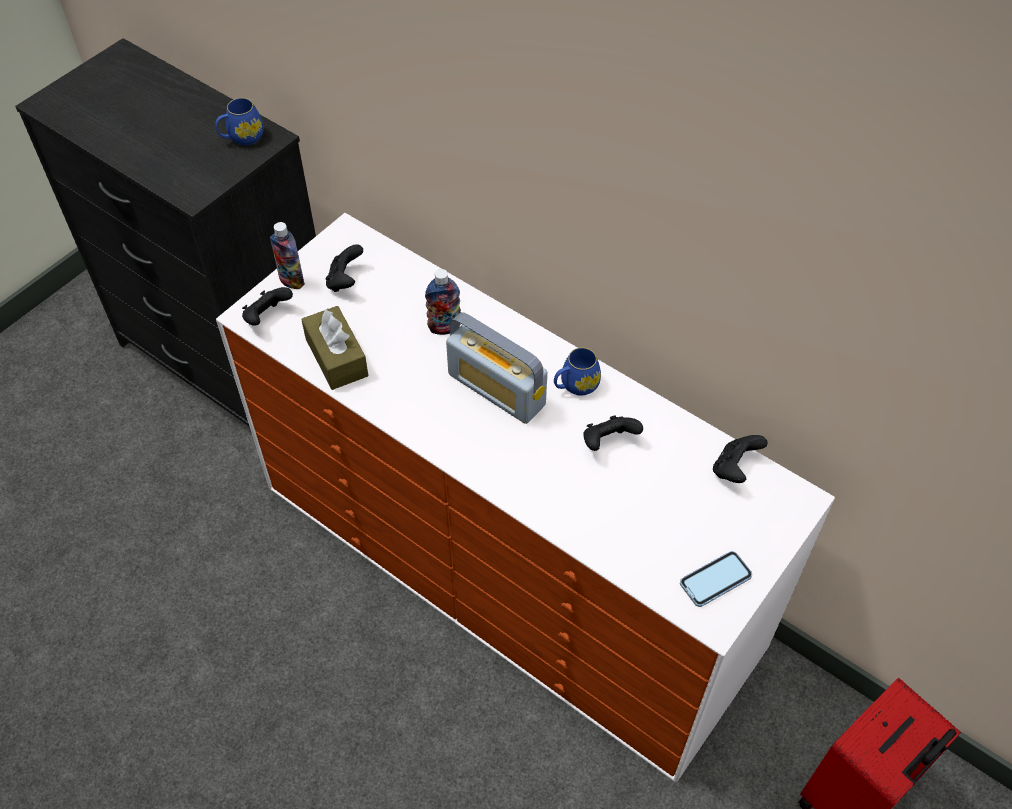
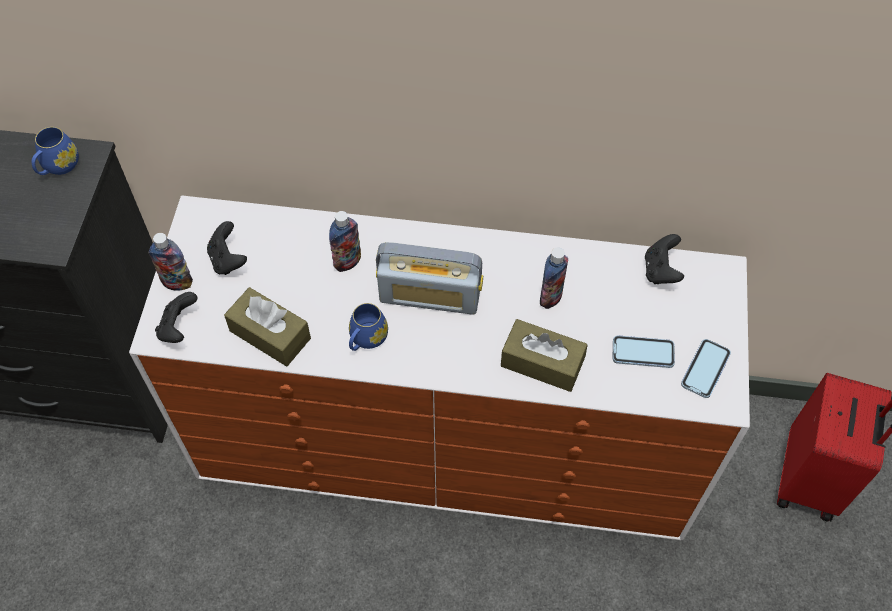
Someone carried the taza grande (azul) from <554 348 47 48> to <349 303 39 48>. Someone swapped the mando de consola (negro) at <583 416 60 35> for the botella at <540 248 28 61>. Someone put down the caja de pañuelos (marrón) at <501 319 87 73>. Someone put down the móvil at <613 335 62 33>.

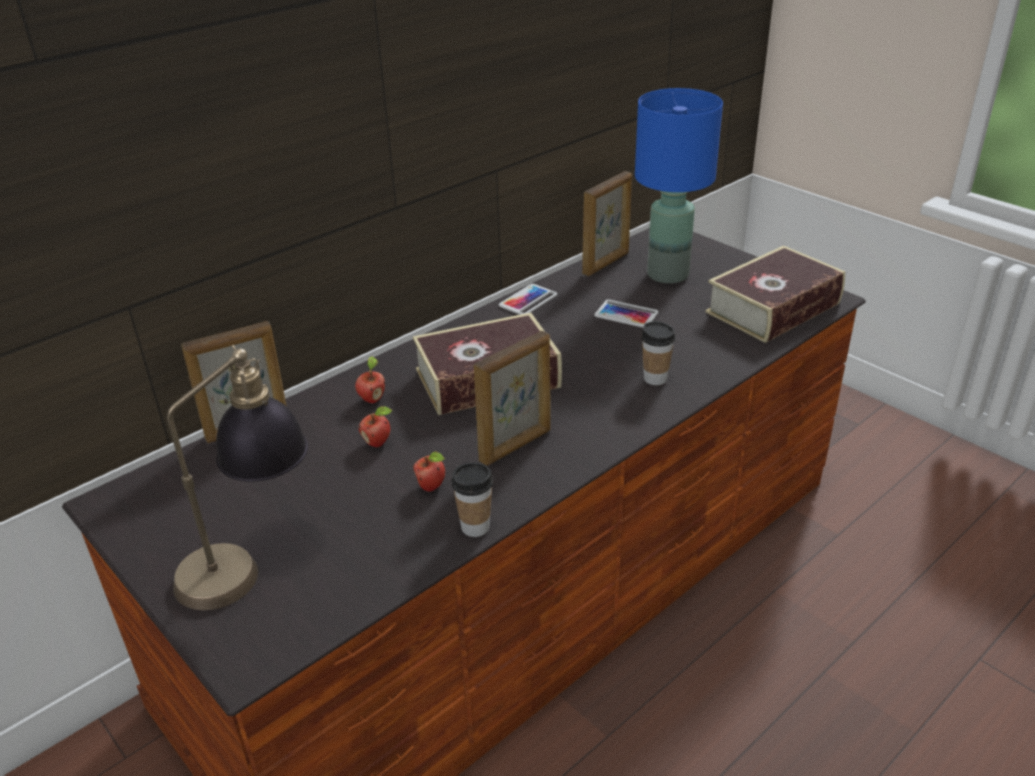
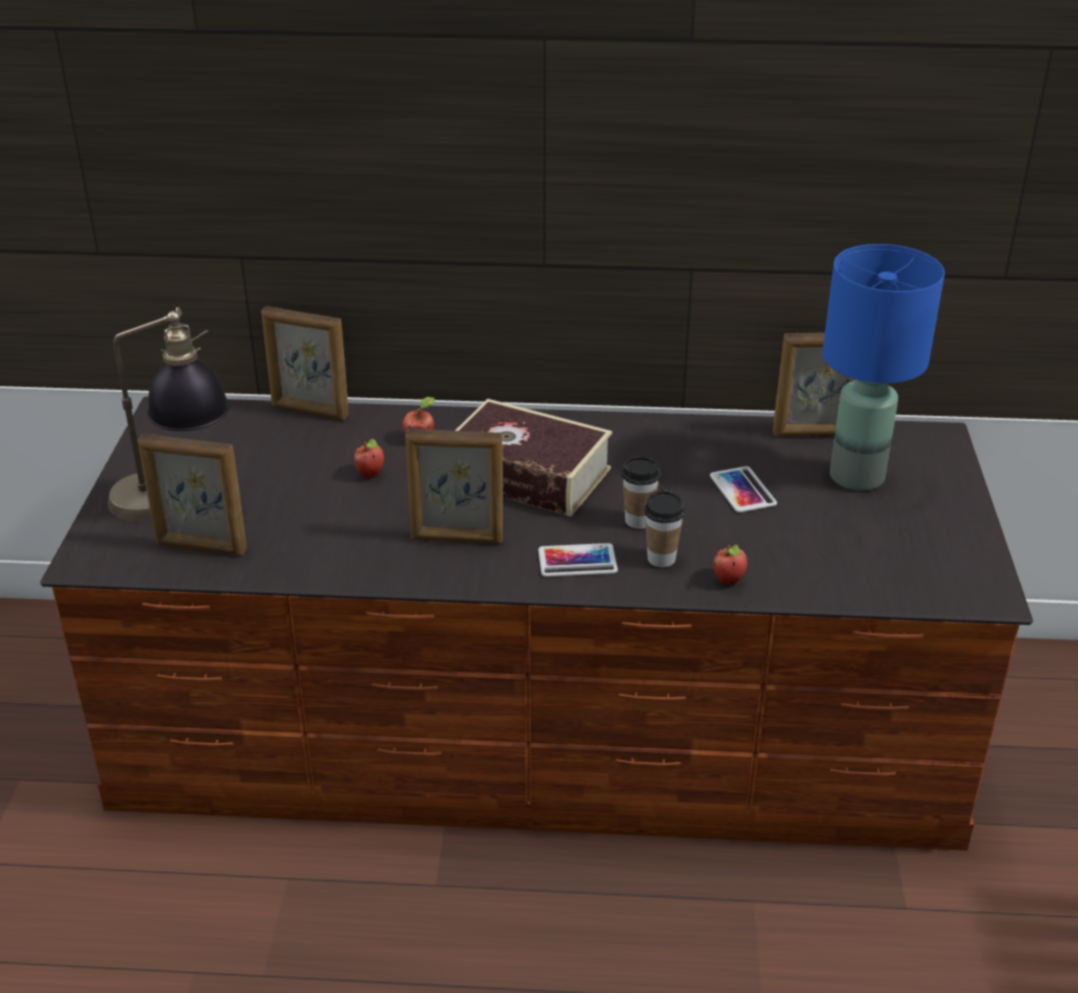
Someone carried the manzana from <413 451 32 41> to <714 545 34 39>. Someone carried the taza from <451 462 42 75> to <622 456 39 73>. Someone carried the móvil from <499 284 58 31> to <538 543 80 34>. Someone took away the libro at <705 245 140 98>. Someone put down the portarretratos at <138 433 109 122>.

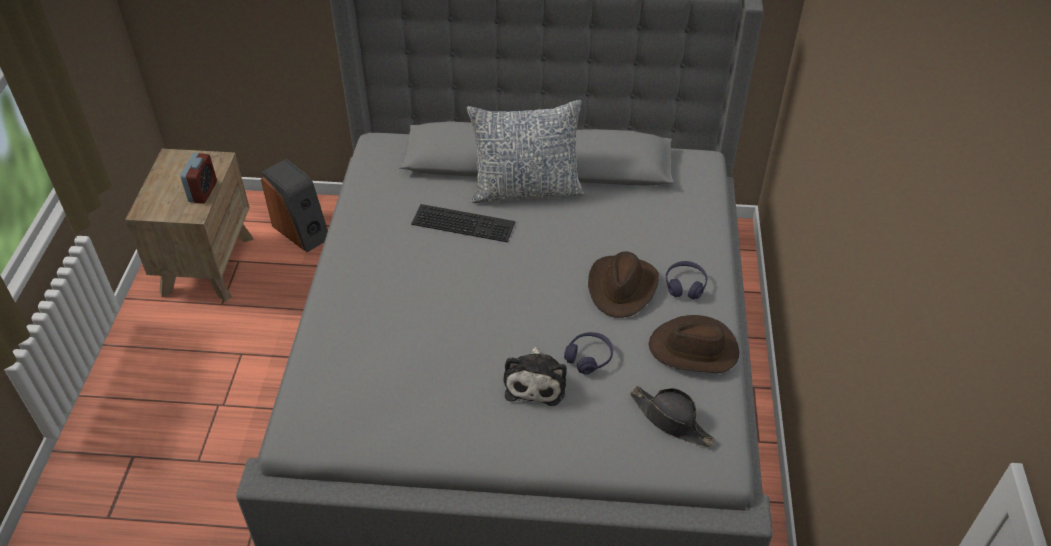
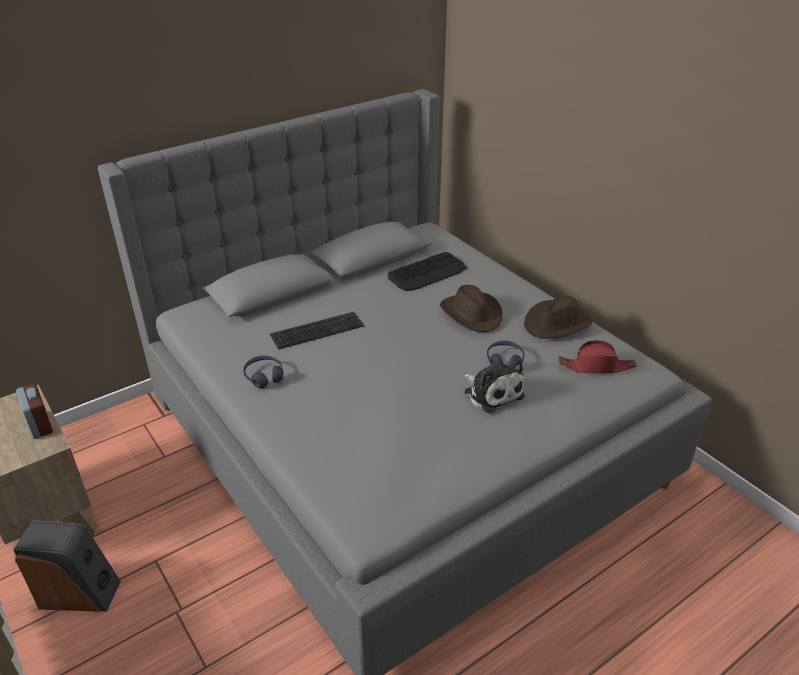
Someone carried the altavoz from <261 159 67 93> to <14 520 107 92>. Someone took away the cojín at <466 99 118 104>. Someone repainted the sombrero (negro) at <630 386 85 61>, which became the sombrero (rojo) at <558 340 78 33>. Someone carried the auriculares (morado) from <666 261 42 39> to <243 356 40 32>. Someone put down the teclado at <388 252 79 39>.

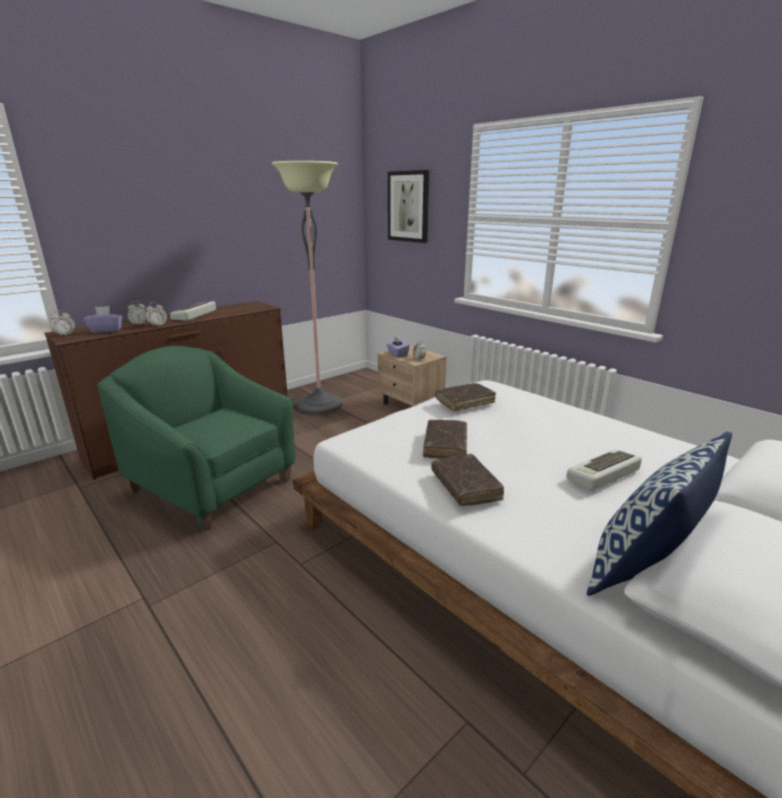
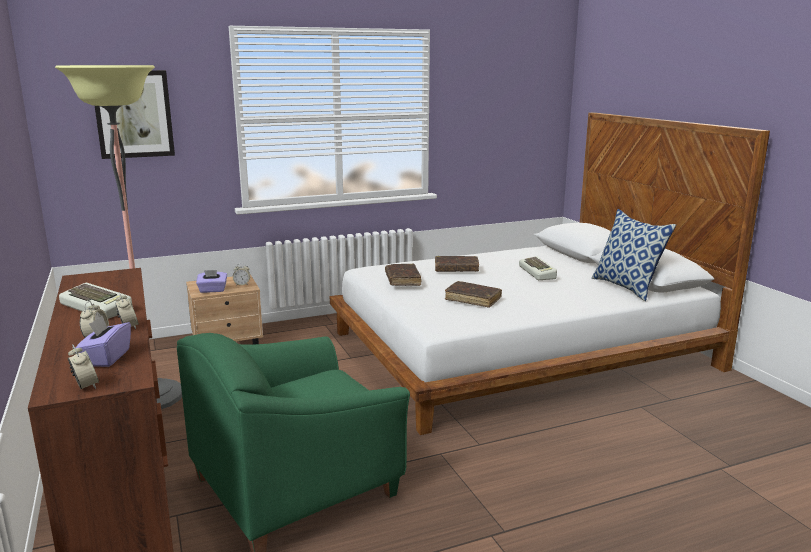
Someone carried the libro (marrón) from <431 454 73 52> to <435 256 44 16>.

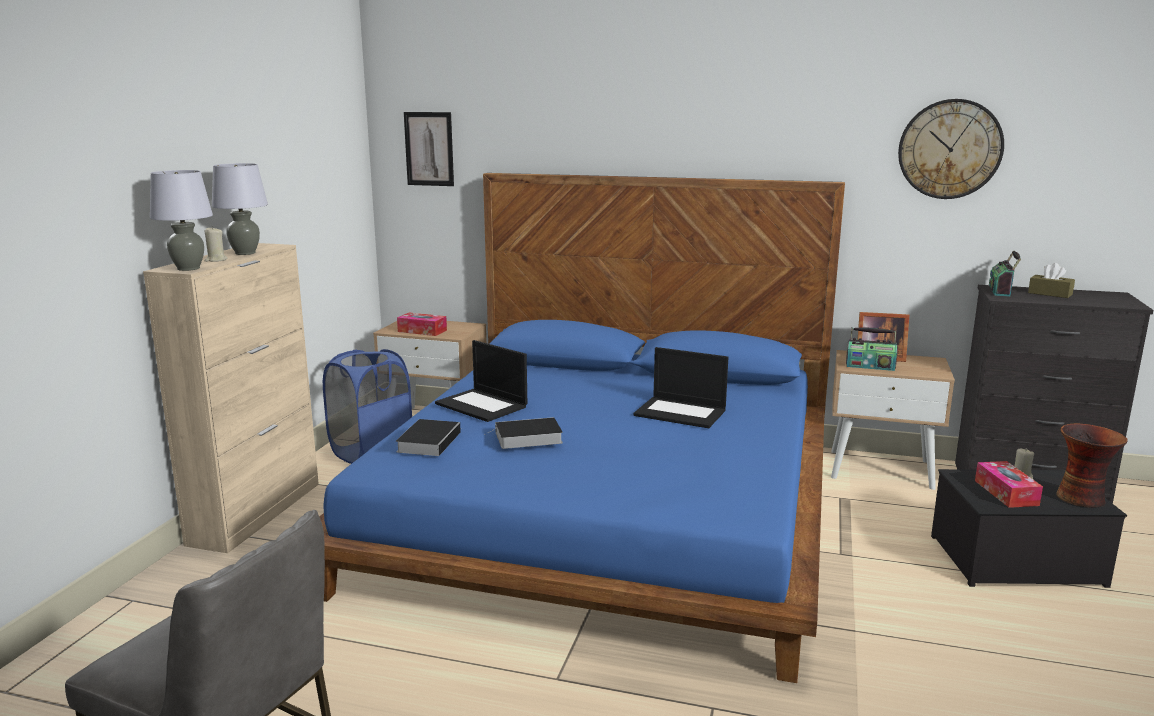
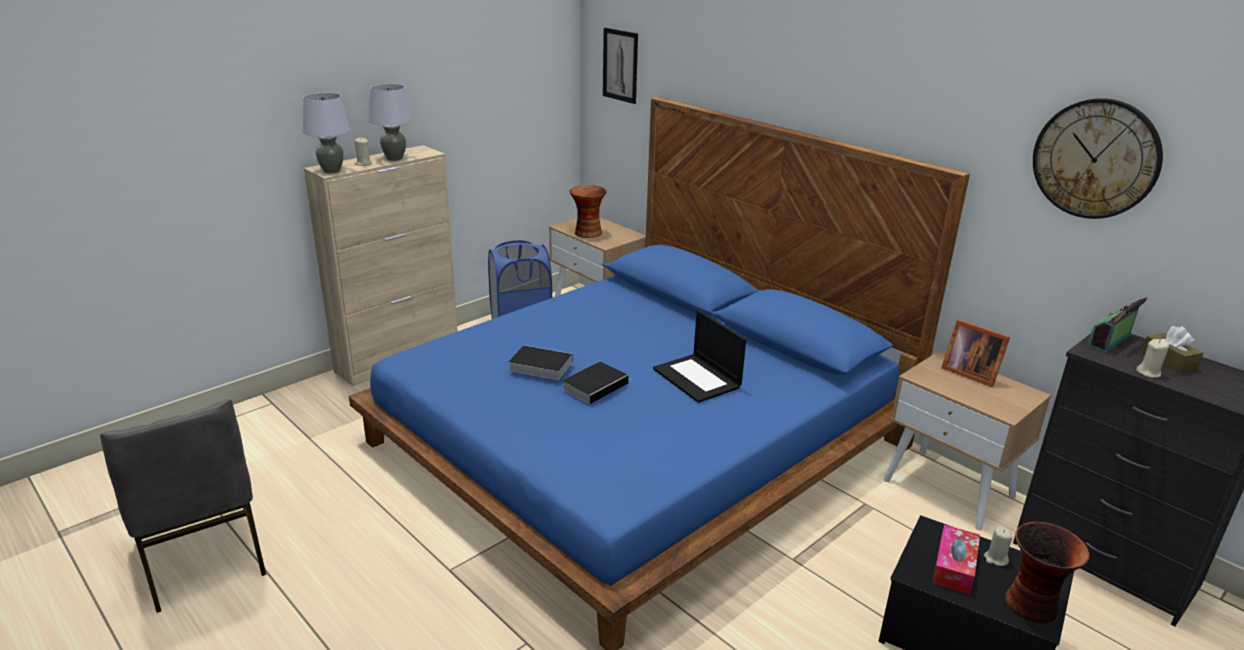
Someone carried the libro from <396 419 65 37> to <562 361 69 43>. Someone swapped the caja de pañuelos at <397 312 50 24> for the florero at <570 185 37 53>. Someone took away the portátil at <435 340 92 82>. Someone took away the radio at <846 327 52 44>. Someone put down the vela (beis) at <1136 339 33 39>.

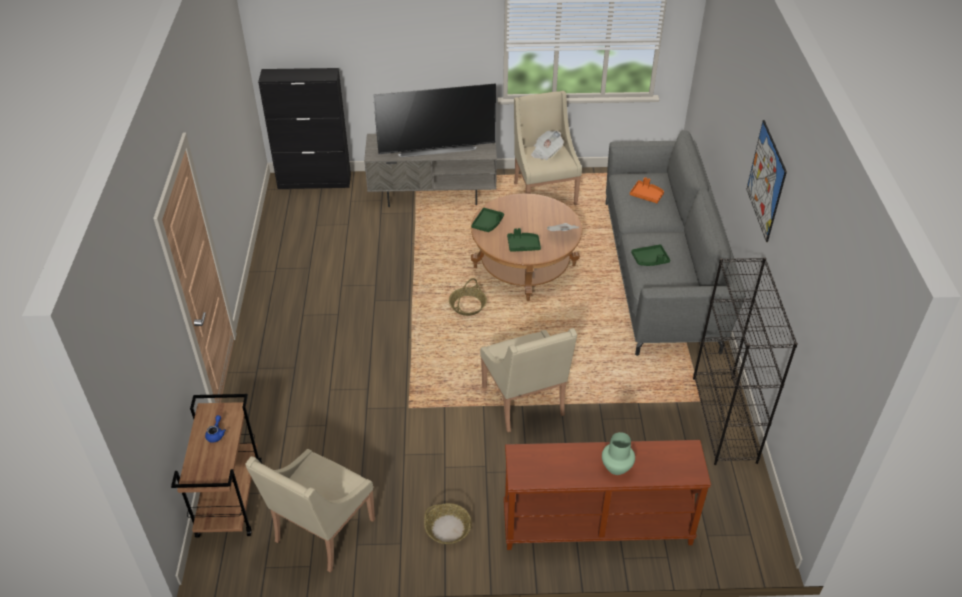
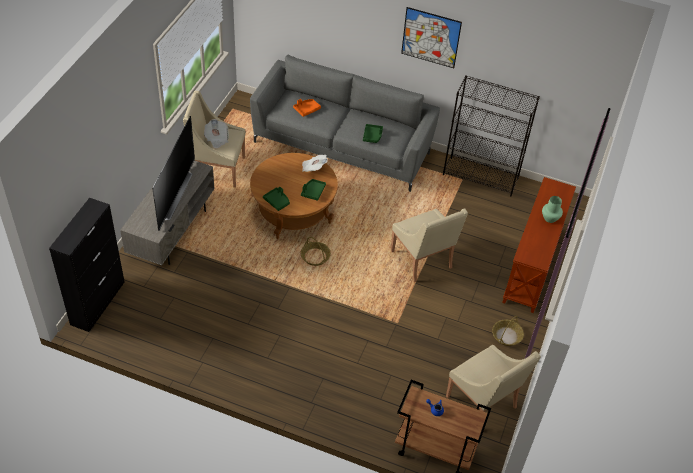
Someone rotated the sillón (beis) at <480 328 97 104> by 60 degrees clockwise.

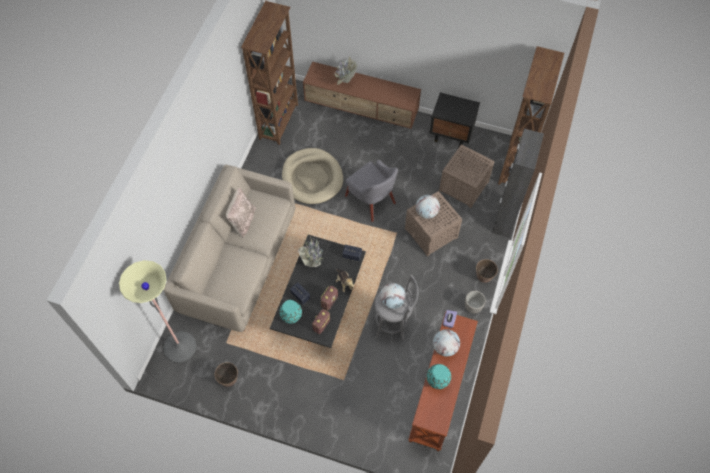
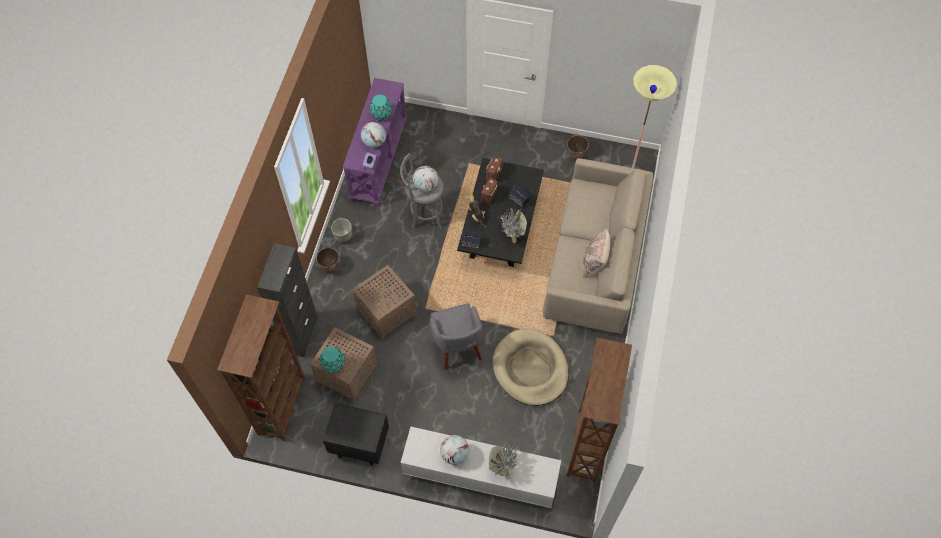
Someone carried the florero (turquesa) from <279 300 23 24> to <320 347 25 26>. Someone repainted the mueble de televisión (marrón) at <303 62 118 67>, which became the mueble de televisión (blanco) at <401 427 160 81>. Someone rotated the sillón (gris) at <345 160 53 62> by 150 degrees counterclockwise. Someone repainted the mesa consola (marrón) at <408 311 70 140>, which became the mesa consola (morado) at <343 78 64 129>. Someone carried the globo terráqueo from <416 195 24 24> to <440 435 29 30>.

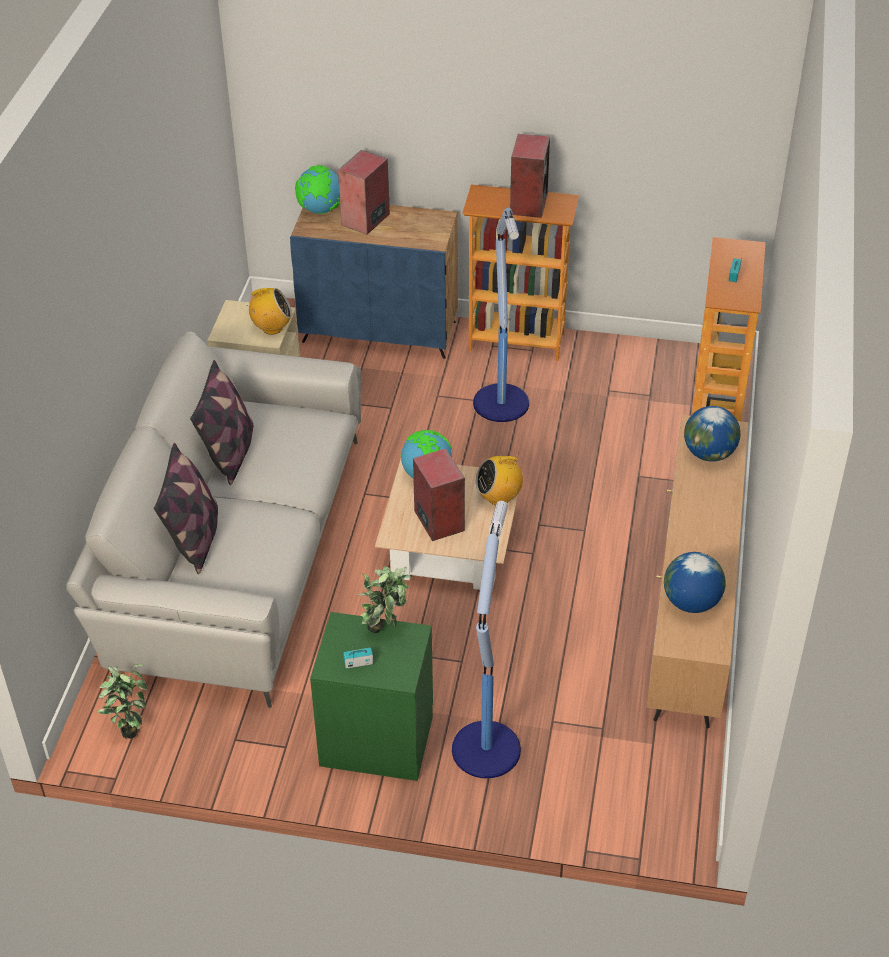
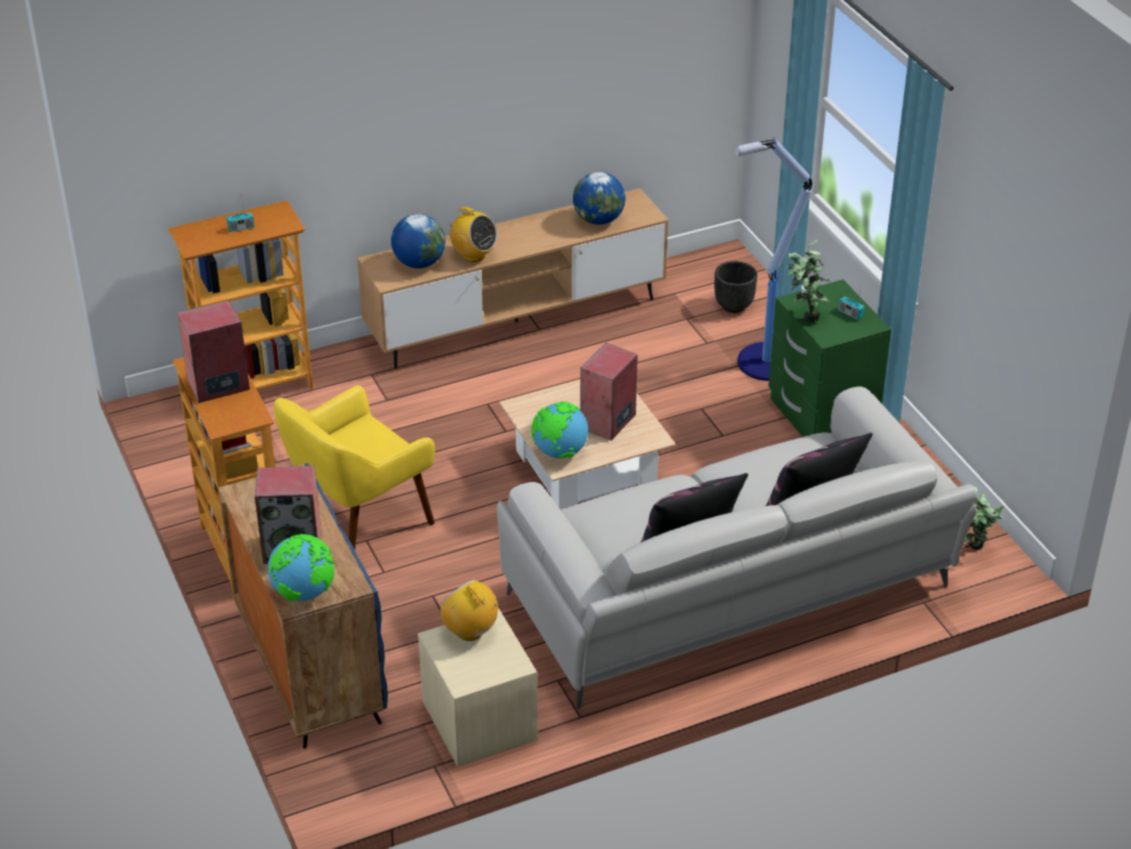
Someone swapped the lámpara de pie at <473 207 56 215> for the sillón (amarillo) at <274 385 161 165>. Someone carried the radio from <476 452 47 53> to <448 207 49 55>. Someone put down the maceta (negro) at <714 261 43 52>.

